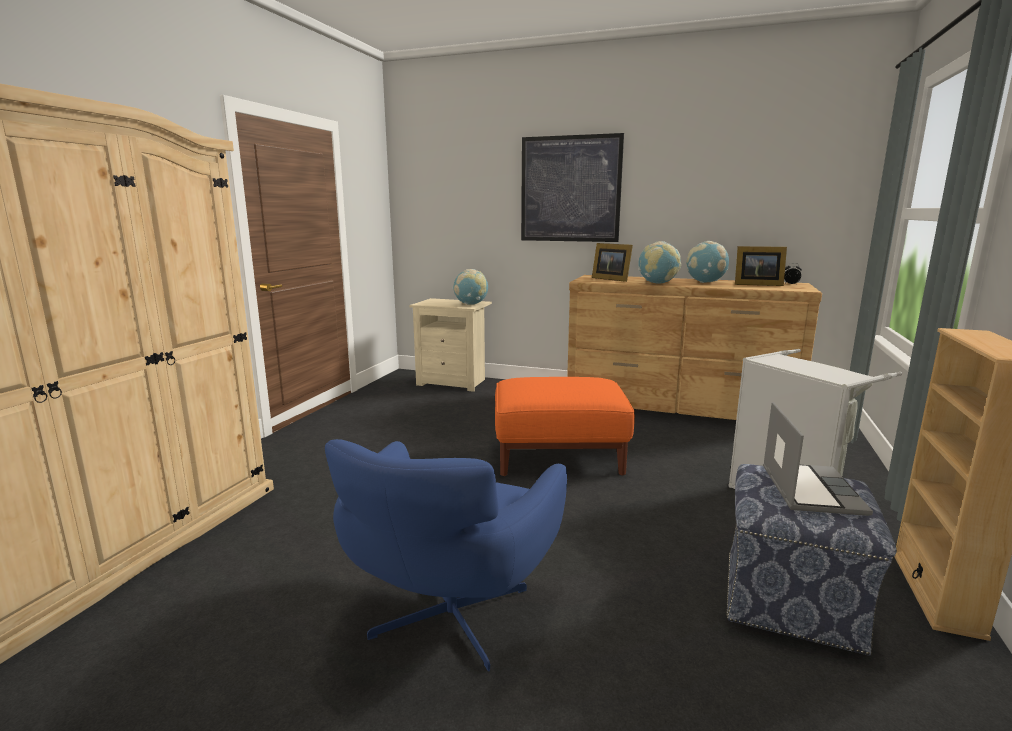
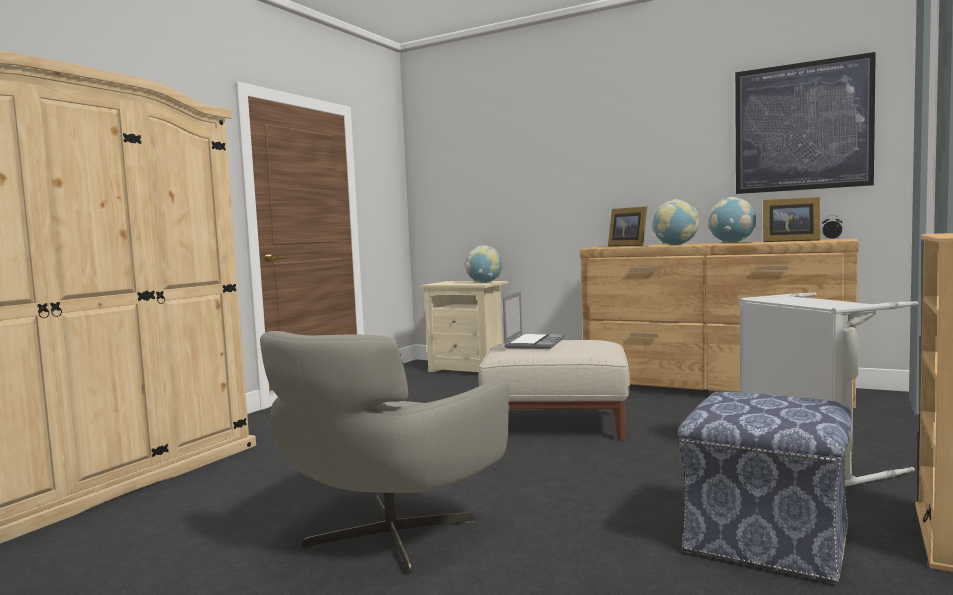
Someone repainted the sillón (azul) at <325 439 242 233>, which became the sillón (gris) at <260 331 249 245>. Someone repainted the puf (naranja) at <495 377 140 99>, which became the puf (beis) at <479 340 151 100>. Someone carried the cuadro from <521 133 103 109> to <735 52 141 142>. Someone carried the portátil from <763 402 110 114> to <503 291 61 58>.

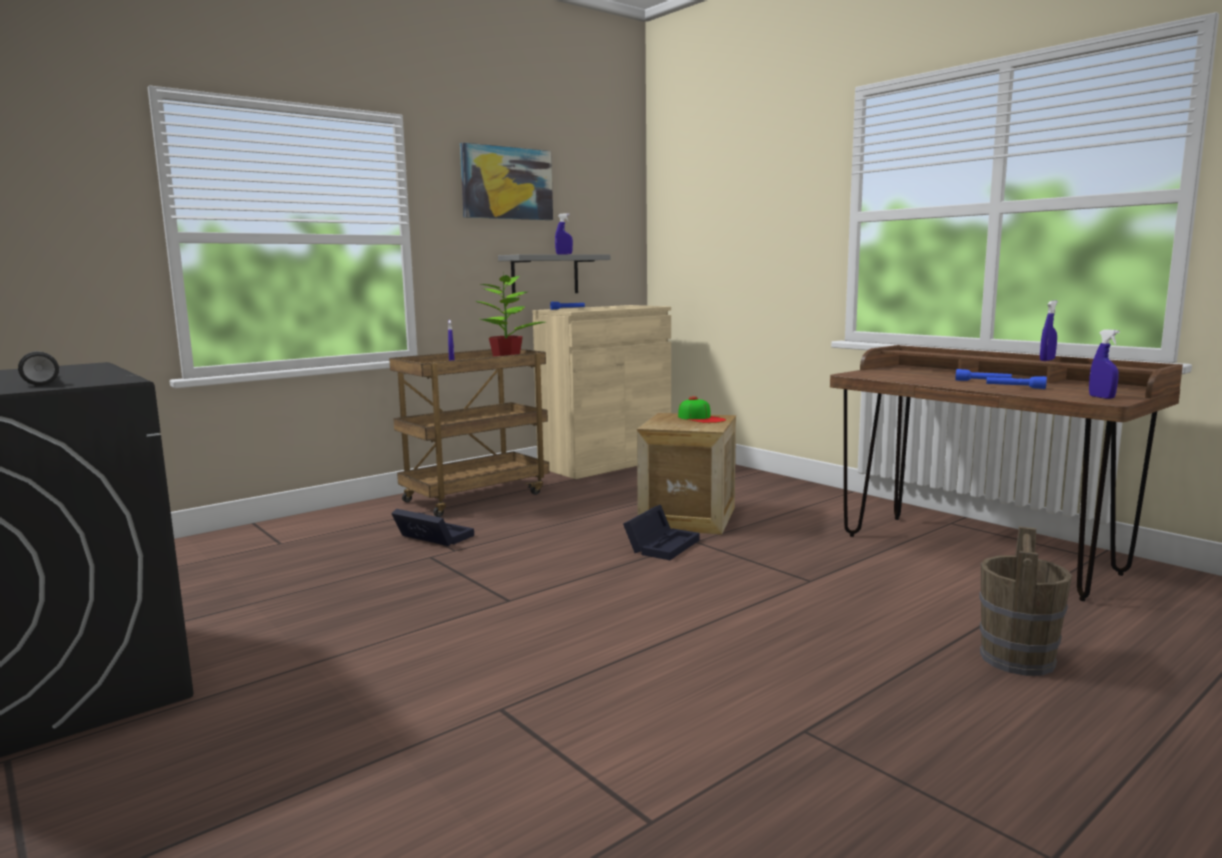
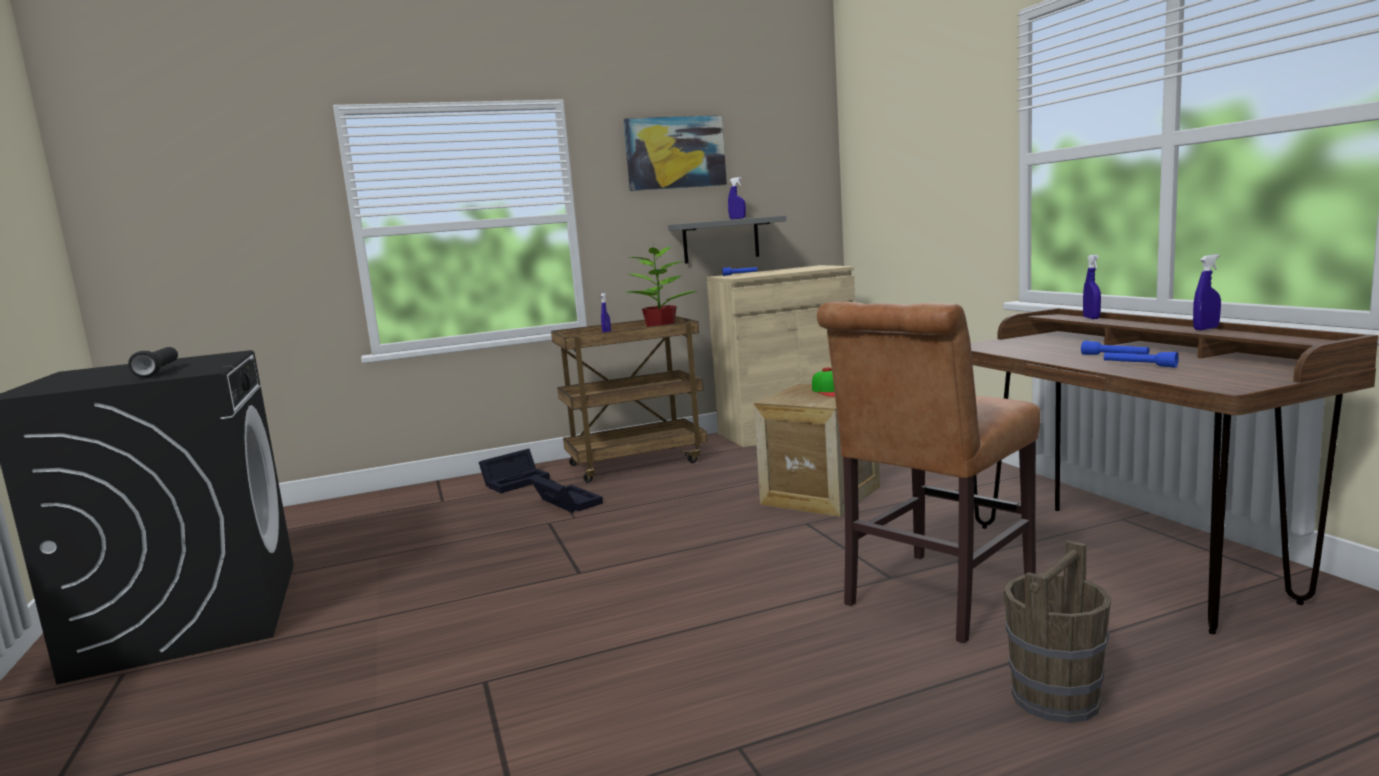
Someone carried the caja de almacenaje (negro) from <623 505 77 55> to <479 448 71 45>. Someone carried the pulverizador (azul) from <1089 329 31 70> to <1083 255 18 64>. Someone put down the silla (marrón) at <817 302 224 342>.

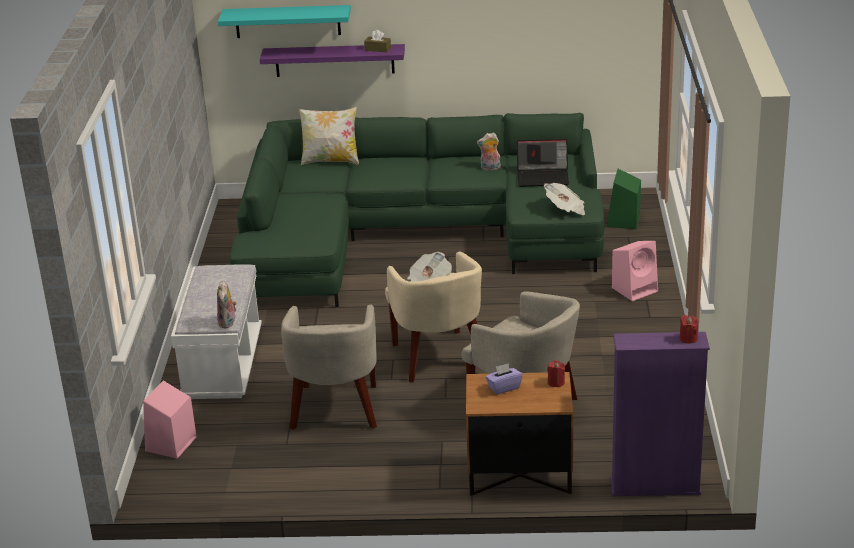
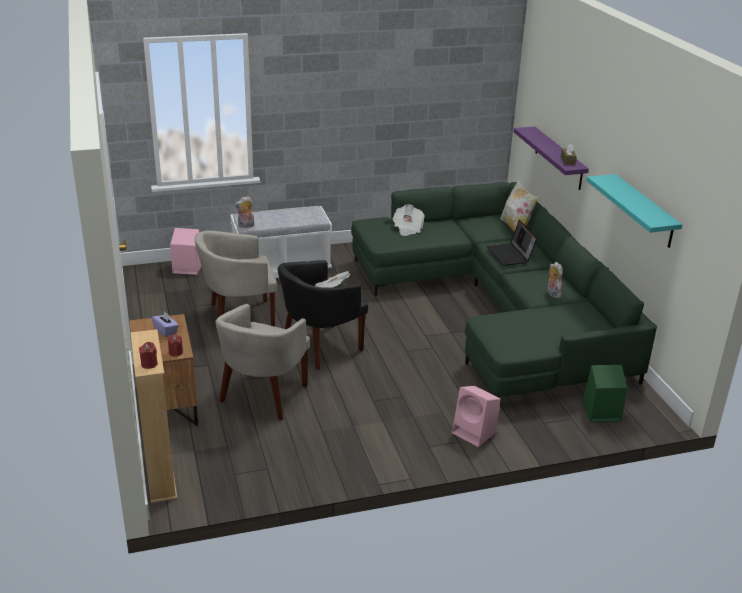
Someone carried the estante (turquesa) from <218 5 133 33> to <586 174 97 74>. Someone repainted the sillón (beis) at <385 251 97 131>, which became the sillón (negro) at <278 260 90 110>. Someone carried the portátil from <517 139 52 48> to <486 220 51 46>. Someone carried the periódico from <544 183 41 32> to <392 204 33 32>. Someone repainted the estantería (morado) at <610 332 100 164>, which became the estantería (beis) at <130 329 47 174>.

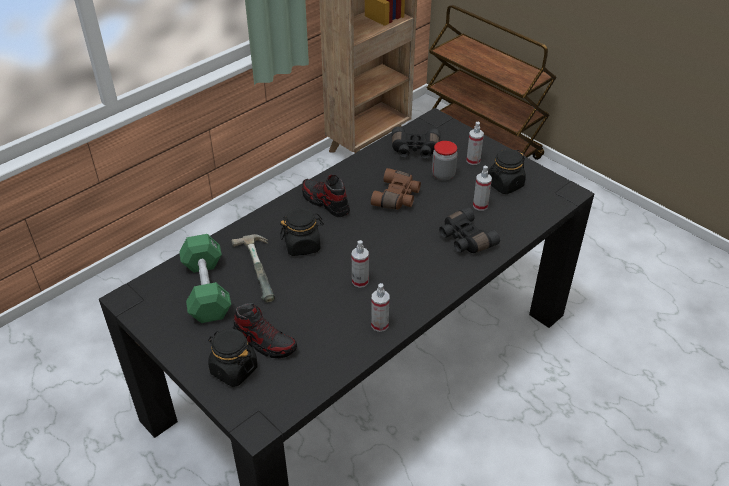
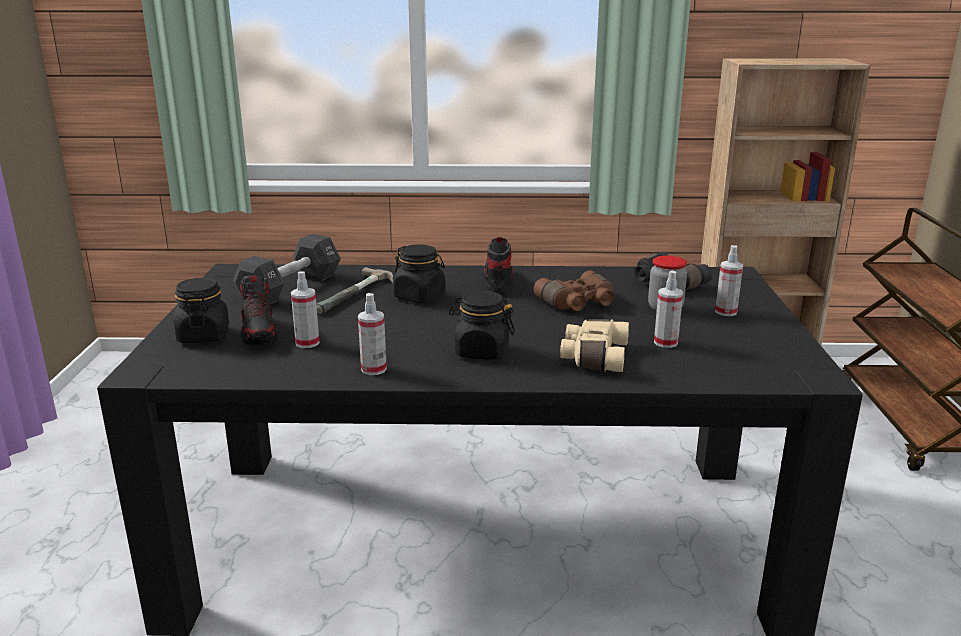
Someone repainted the mancuerna (verde) at <179 234 52 89>, which became the mancuerna (negro) at <233 234 108 70>. Someone carried the pulverizador from <352 240 17 48> to <291 271 29 77>. Someone repainted the prismáticos (negro) at <439 207 61 46>, which became the prismáticos (beis) at <560 319 69 53>. Someone carried the tarro (negro) from <488 149 38 45> to <449 291 66 68>.

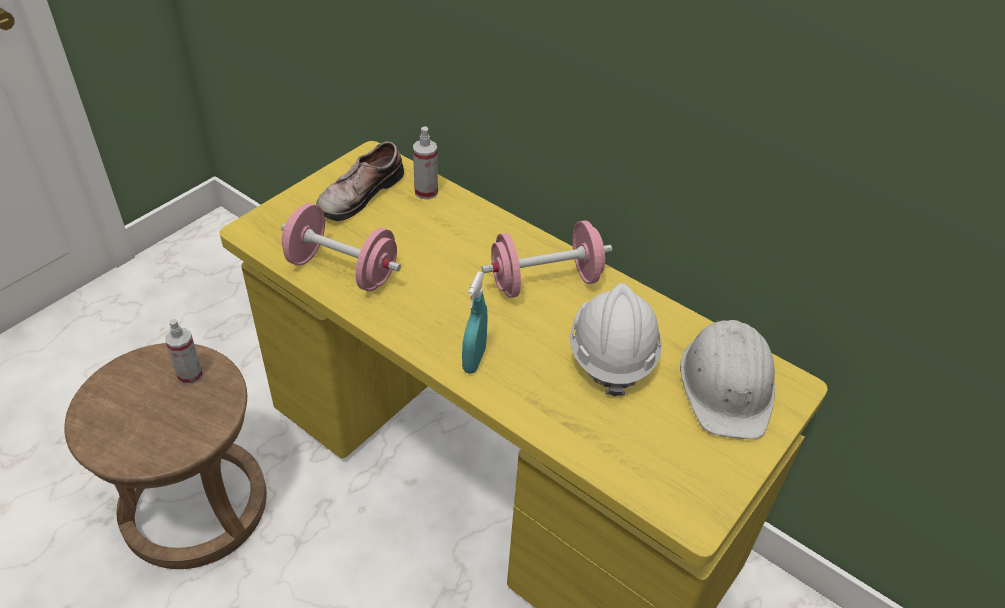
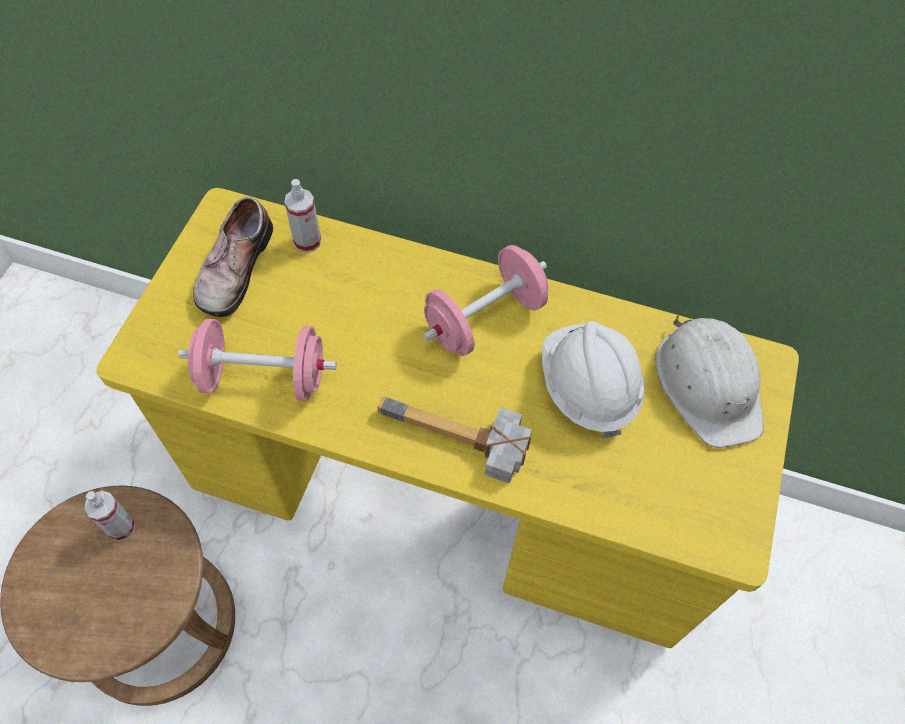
Someone swapped the pulverizador (turquesa) at <462 271 26 103> for the martillo at <378 397 154 87>.

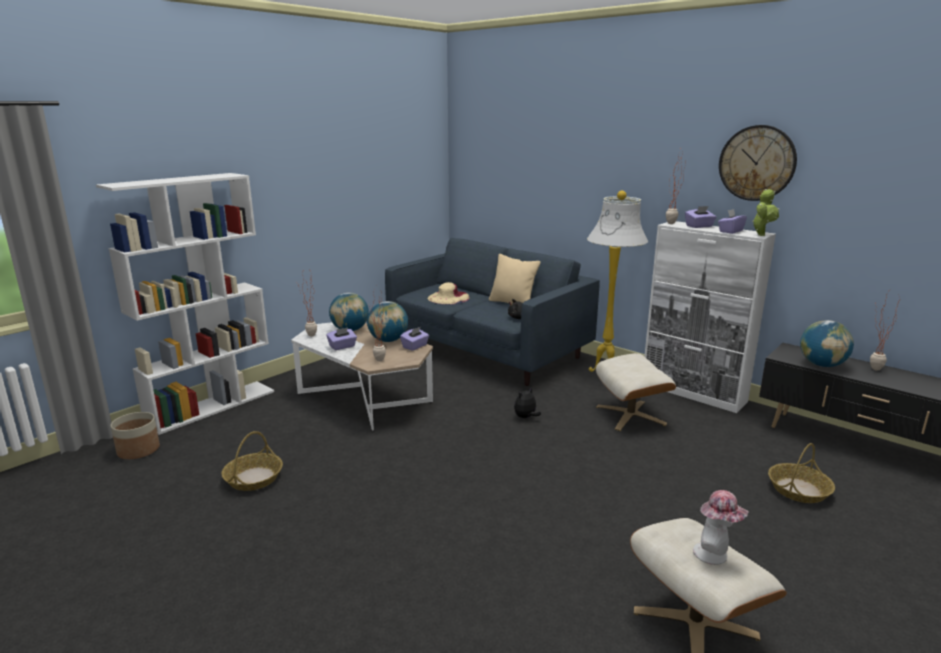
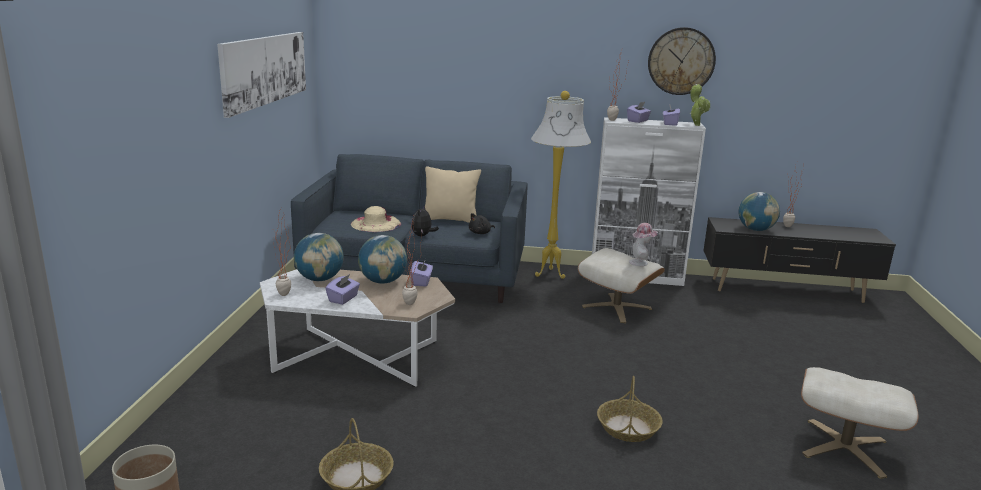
Someone took away the estantería (blanco) at <96 173 178 262>. Someone carried the peluche from <514 387 27 31> to <411 205 28 31>. Someone carried the sombrero from <693 490 55 75> to <629 223 29 43>. Someone carried the cesta from <768 443 67 60> to <597 376 66 66>. Someone put up the cuadro at <217 32 89 86>.

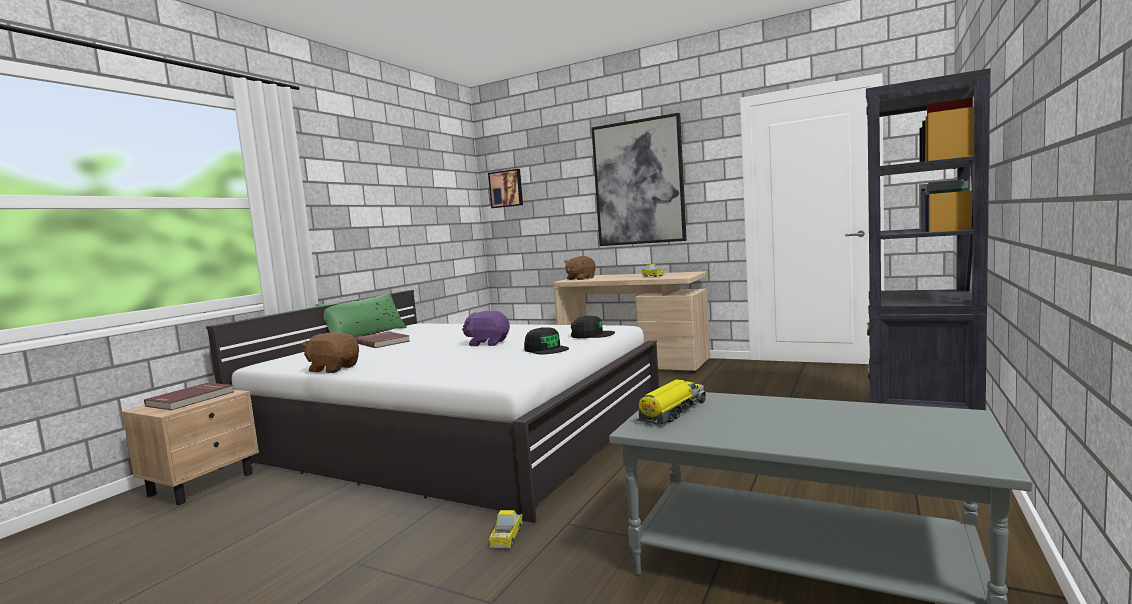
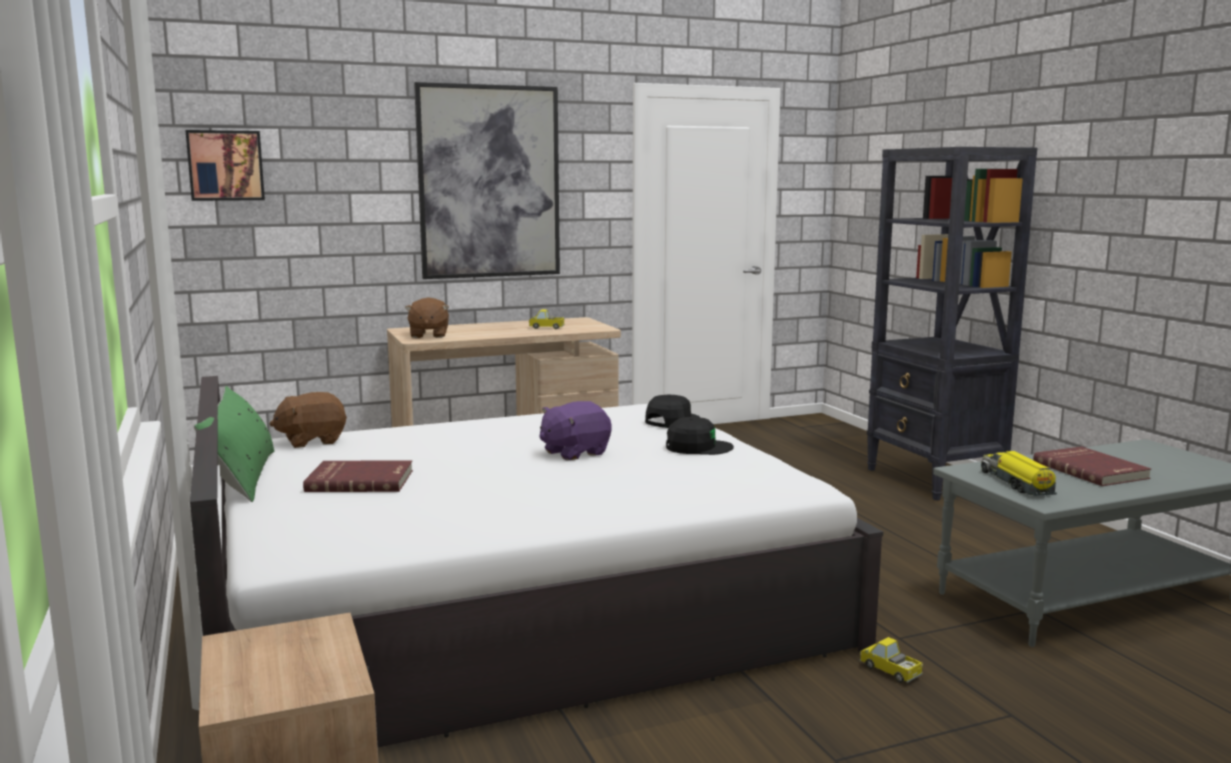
Someone carried the libro (rojo) from <144 383 90 27> to <1033 446 118 40>. Someone carried the peluche (marrón) from <302 332 57 41> to <270 392 77 56>.

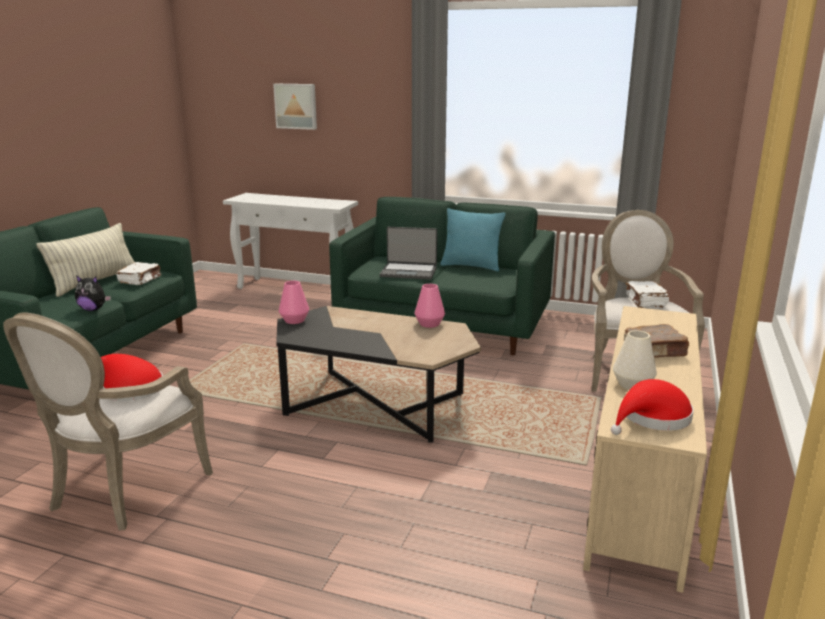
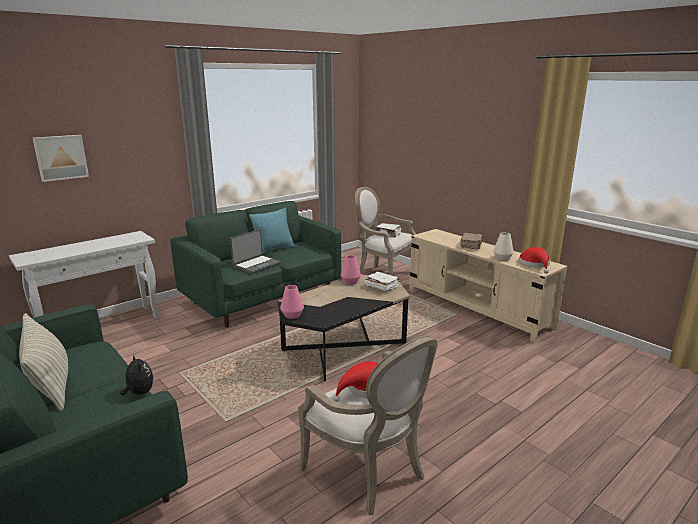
Someone rotated the peluche at <75 276 36 35> by 75 degrees counterclockwise. Someone carried the libro (blanco) from <116 262 45 23> to <365 272 35 20>.

